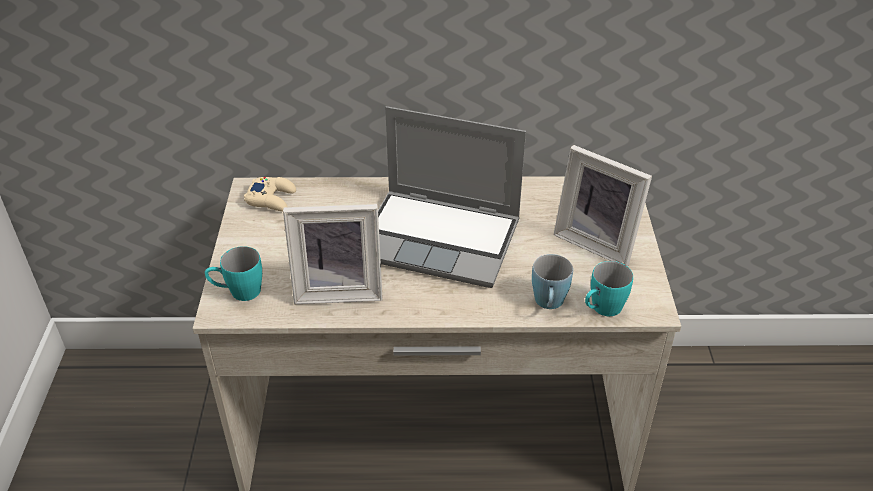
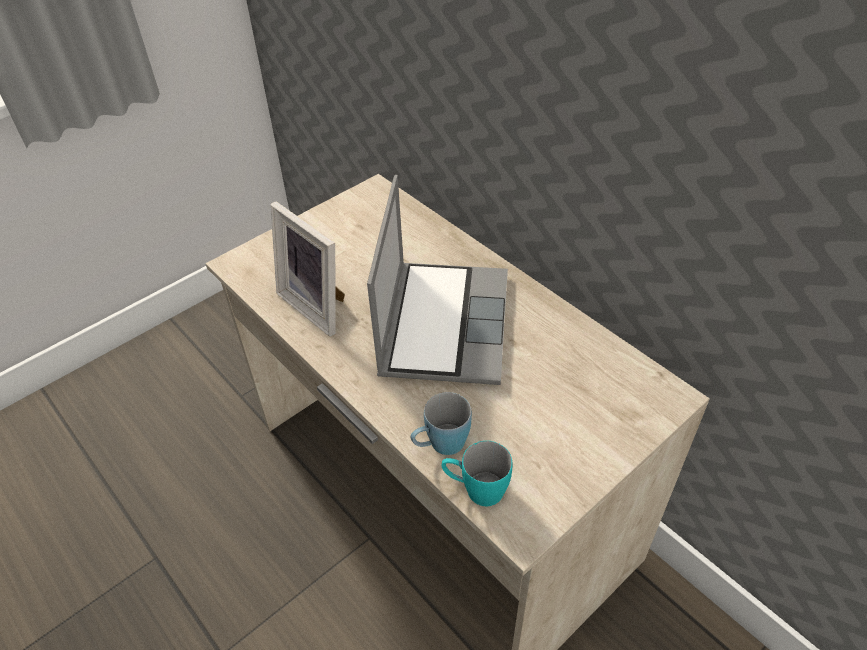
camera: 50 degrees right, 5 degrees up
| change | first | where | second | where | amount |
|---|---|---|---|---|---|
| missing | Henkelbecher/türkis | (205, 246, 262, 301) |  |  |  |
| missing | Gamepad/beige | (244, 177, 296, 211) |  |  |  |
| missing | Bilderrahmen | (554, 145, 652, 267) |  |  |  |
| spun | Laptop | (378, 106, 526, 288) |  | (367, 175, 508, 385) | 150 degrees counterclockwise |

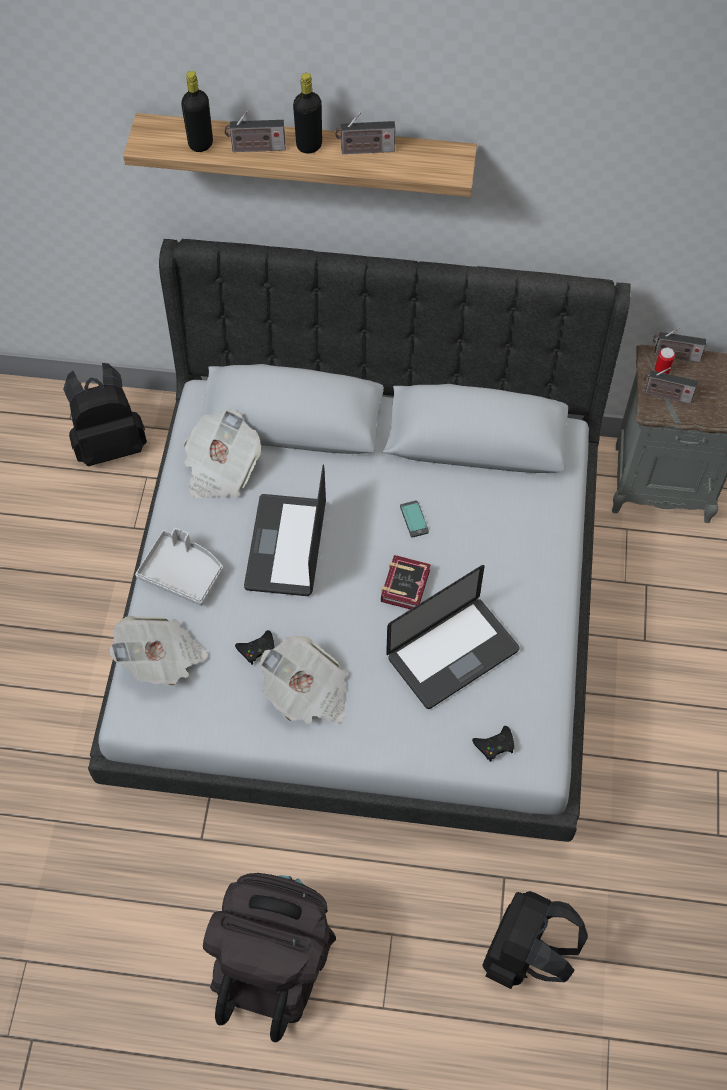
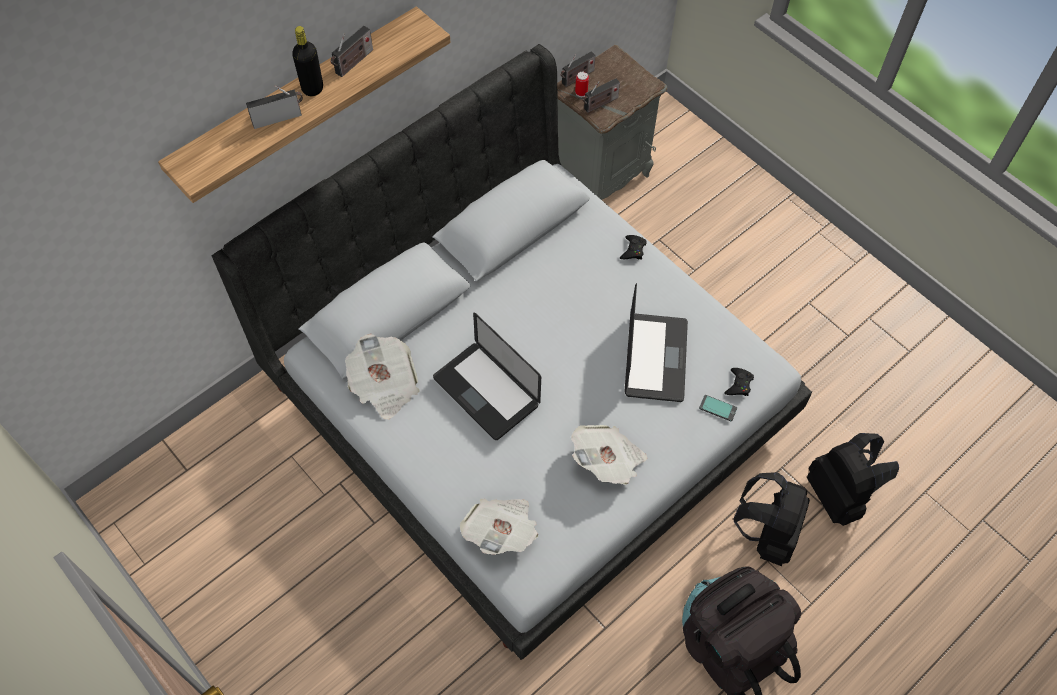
camera: 50 degrees left, 0 degrees up
| change | first | where | second | where | amount |
|---|---|---|---|---|---|
| missing | Tablett/grau | (135, 528, 223, 606) |  |  |  |
| missing | Flasche/schwarz | (181, 71, 213, 152) |  |  |  |
| missing | Buch | (381, 555, 431, 609) |  |  |  |
| relocated | Rucksack/schwarz | (63, 363, 147, 466) |  | (733, 472, 810, 566) |  |
| relocated | Gamepad/schwarz | (235, 630, 274, 665) |  | (620, 235, 647, 260) |  |
| relocated | Handy | (400, 500, 429, 538) |  | (699, 395, 737, 421) |  |
| spun | Radio | (225, 110, 285, 152) |  | (246, 85, 303, 129) | 150 degrees counterclockwise |

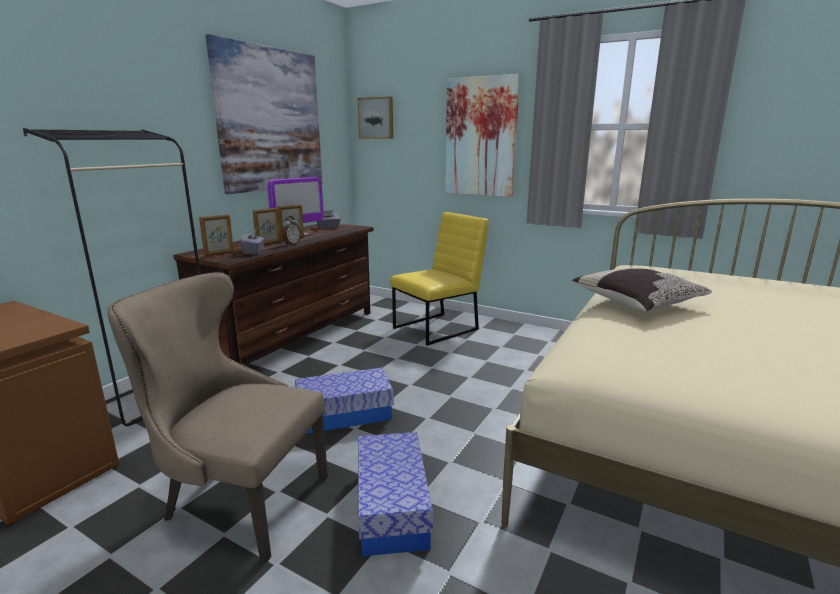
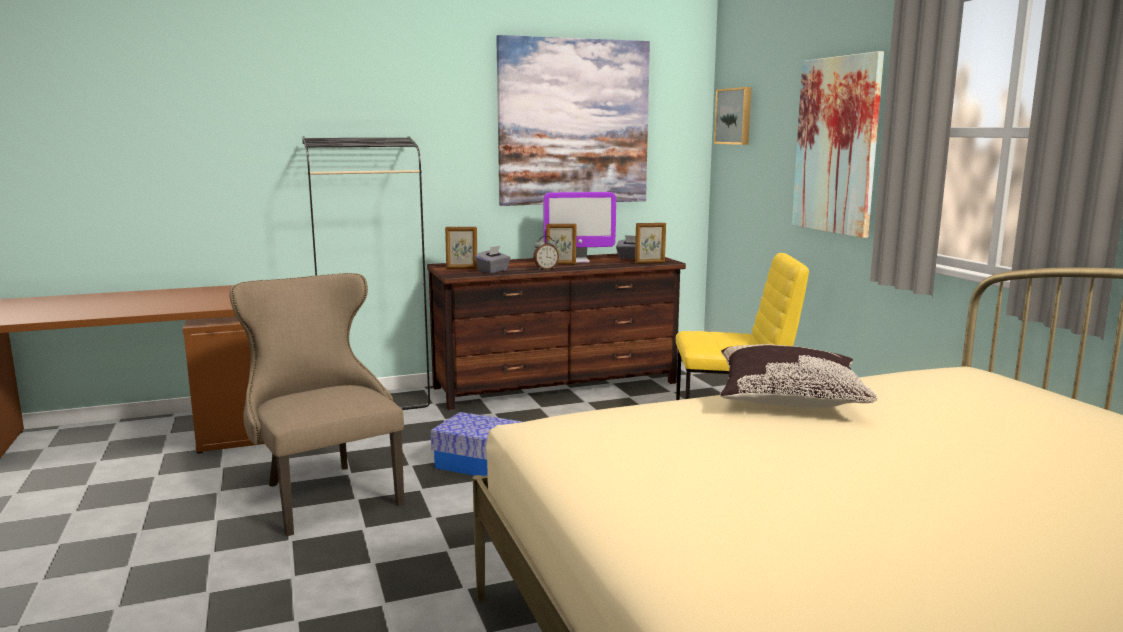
camera: 40 degrees right, 5 degrees down
| change | first | where | second | where | amount |
|---|---|---|---|---|---|
| missing | Aufbewahrungsbox | (358, 432, 433, 557) |  |  |  |
| relocated | Bilderrahmen | (253, 208, 281, 245) |  | (635, 223, 666, 264) |  |

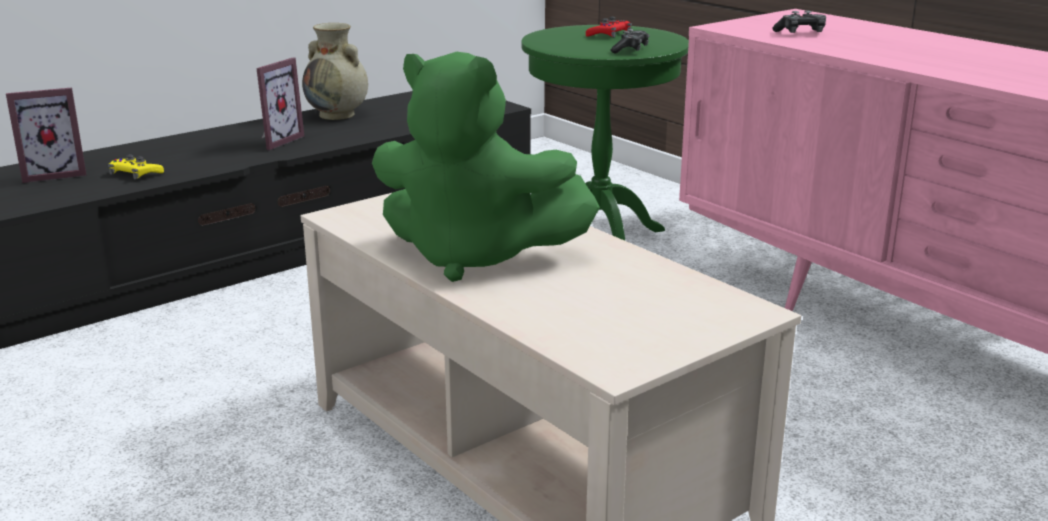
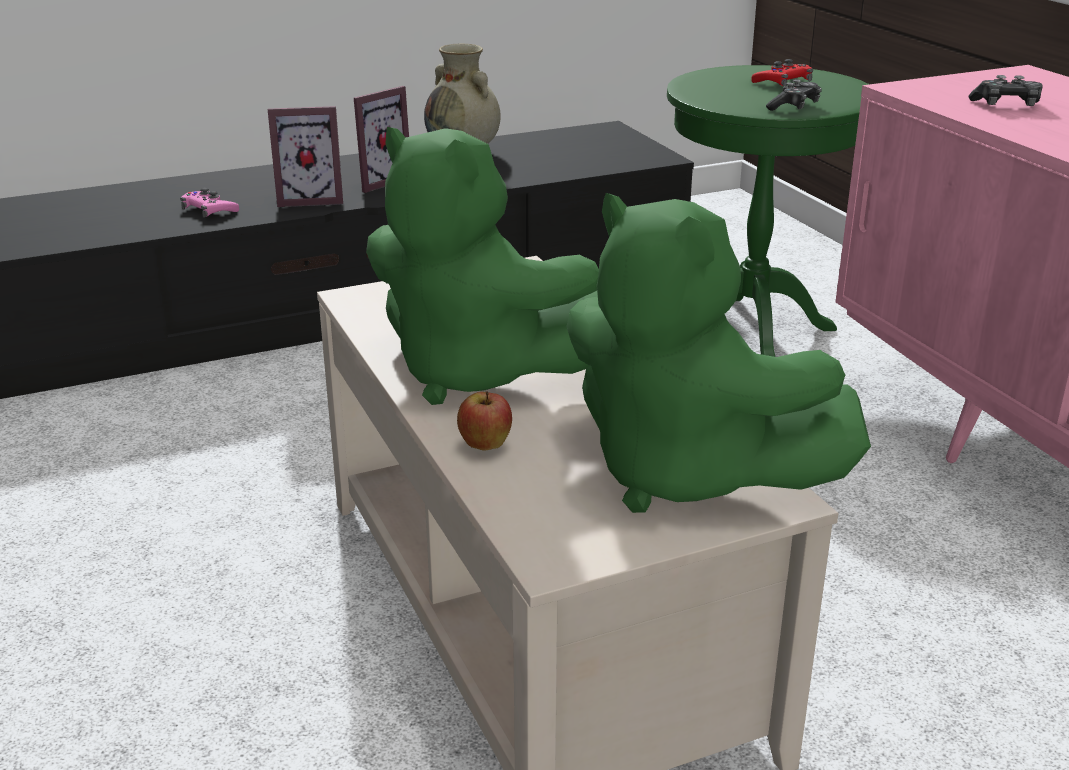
camera: 15 degrees right, 5 degrees up
| change | first | where | second | where | amount |
|---|---|---|---|---|---|
| appeared |  |  | Apfel | (457, 391, 512, 451) |  |
| appeared |  |  | Plüschtier/grün | (567, 193, 871, 513) |  |
| relocated | Bilderrahmen | (6, 88, 87, 183) |  | (268, 106, 343, 207) |  |
| colour | Gamepad/gelb | (108, 154, 164, 180) | Gamepad/rosa | (180, 188, 239, 218) |  |

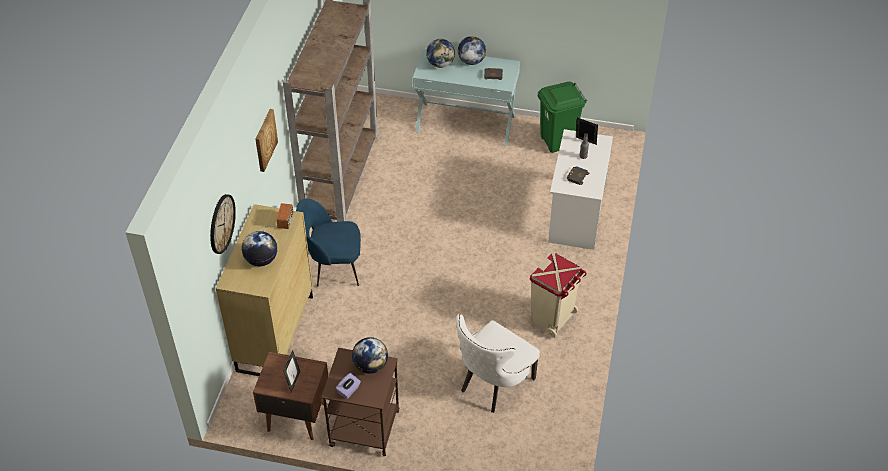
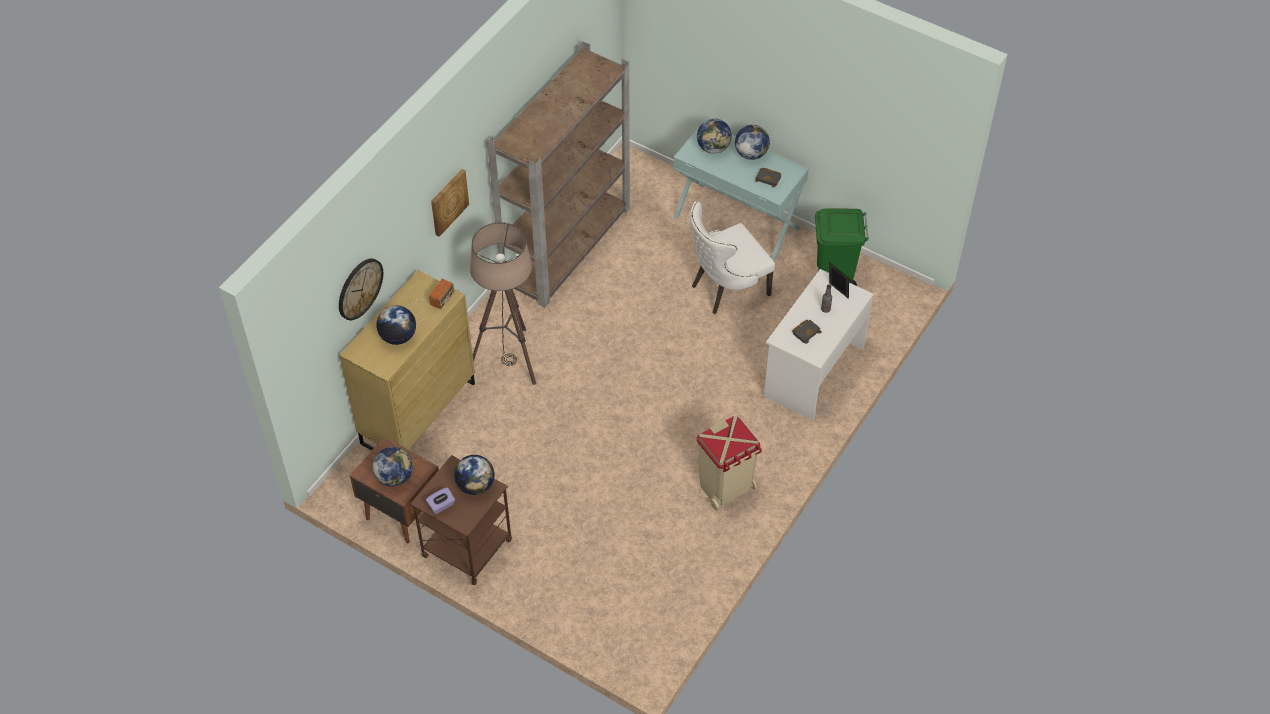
camera: 20 degrees right, 5 degrees up
| change | first | where | second | where | amount |
|---|---|---|---|---|---|
| relocated | Stuhl/weiß | (456, 314, 540, 413) |  | (690, 201, 775, 314) |  |
| exchanged | Bilderrahmen | (283, 350, 300, 392) | Globus | (373, 447, 413, 486) |  |
| exchanged | Stuhl/blau | (296, 199, 361, 287) | Stehlampe | (470, 222, 536, 385) |  |

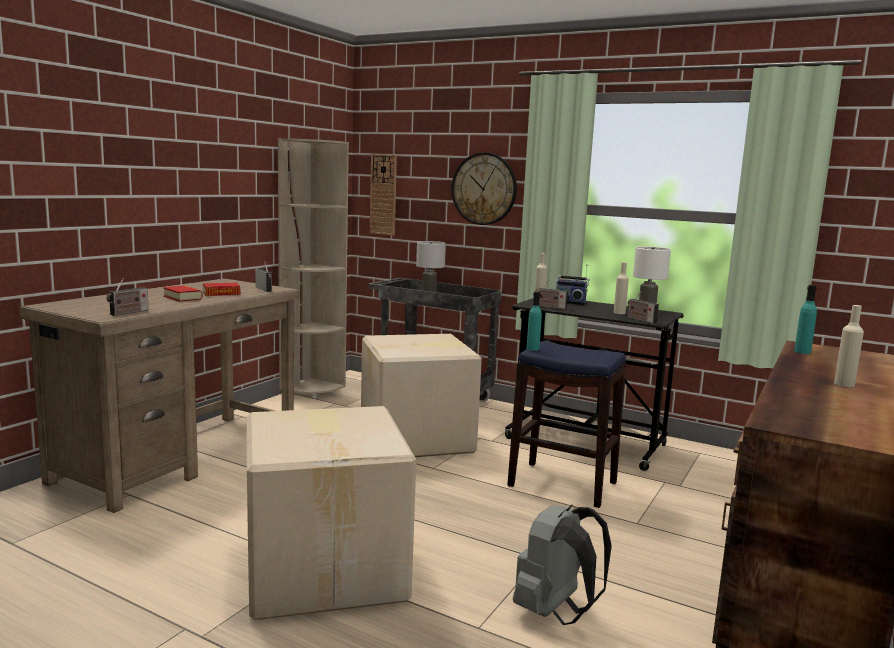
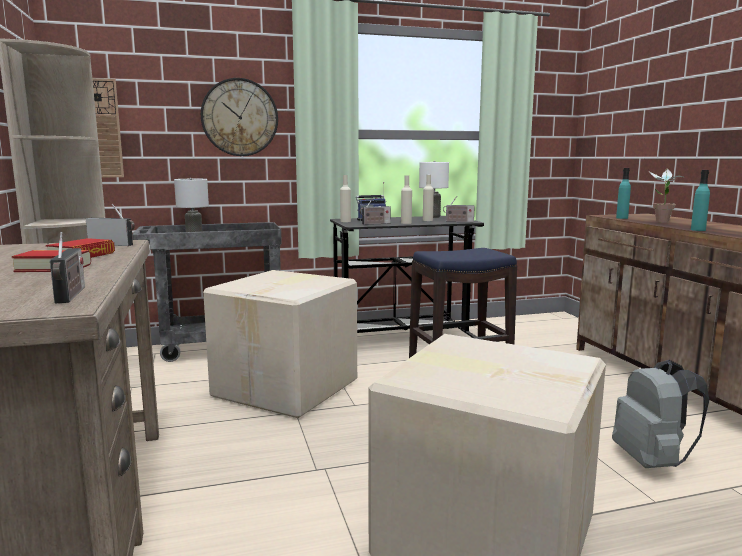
camera: 45 degrees left, 0 degrees up
| change | first | where | second | where | amount |
|---|---|---|---|---|---|
| appeared |  |  | Topfpflanze | (650, 169, 685, 223) |  |
| relocated | Flasche/türkis | (527, 292, 542, 351) |  | (691, 170, 710, 231) |  |
| relocated | Flasche/beige | (834, 305, 864, 387) |  | (401, 175, 412, 224) |  |

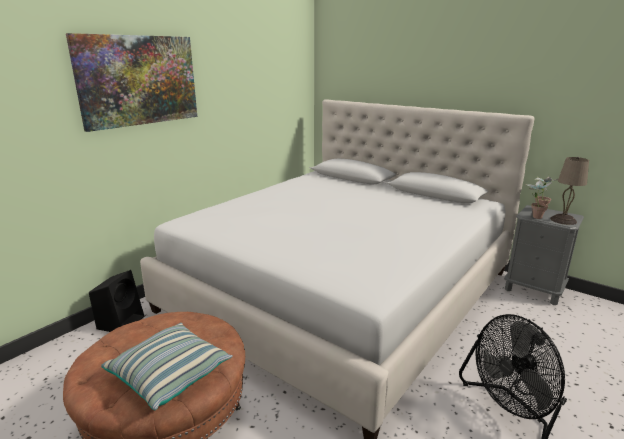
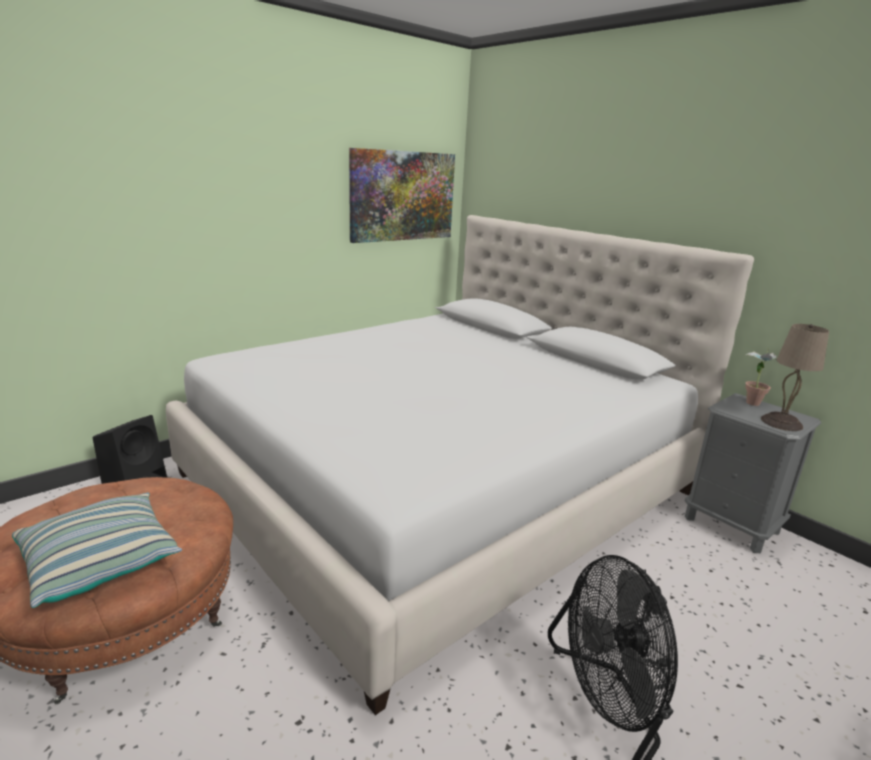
camera: 10 degrees right, 0 degrees up
| change | first | where | second | where | amount |
|---|---|---|---|---|---|
| missing | Topfpflanze | (526, 180, 552, 219) |  |  |  |
| relocated | Bild | (66, 33, 197, 132) |  | (349, 148, 455, 243) |  |

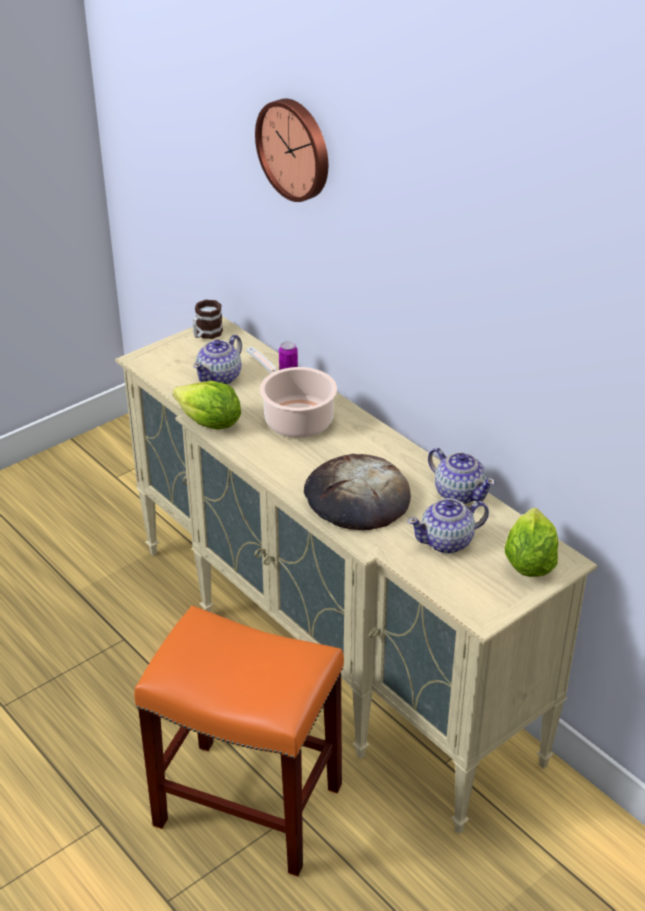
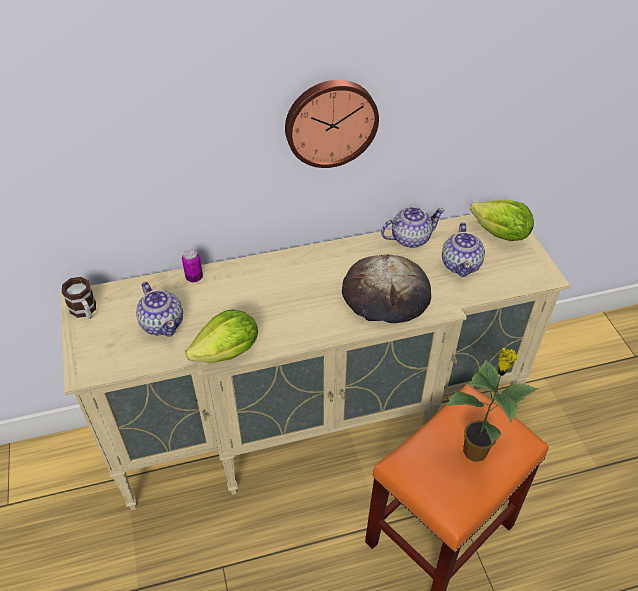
camera: 65 degrees left, 10 degrees up
| change | first | where | second | where | amount |
|---|---|---|---|---|---|
| missing | Kochtopf | (246, 347, 337, 438) |  |  |  |
| appeared |  |  | Topfpflanze | (446, 348, 539, 462) |  |
| relocated | Wanduhr | (255, 99, 328, 202) |  | (285, 80, 379, 168) |  |

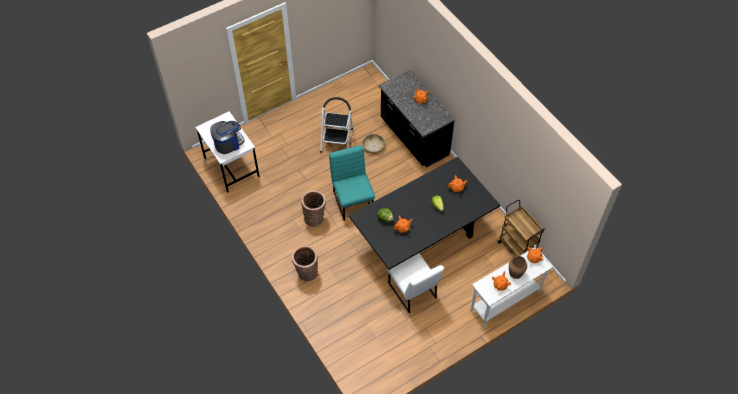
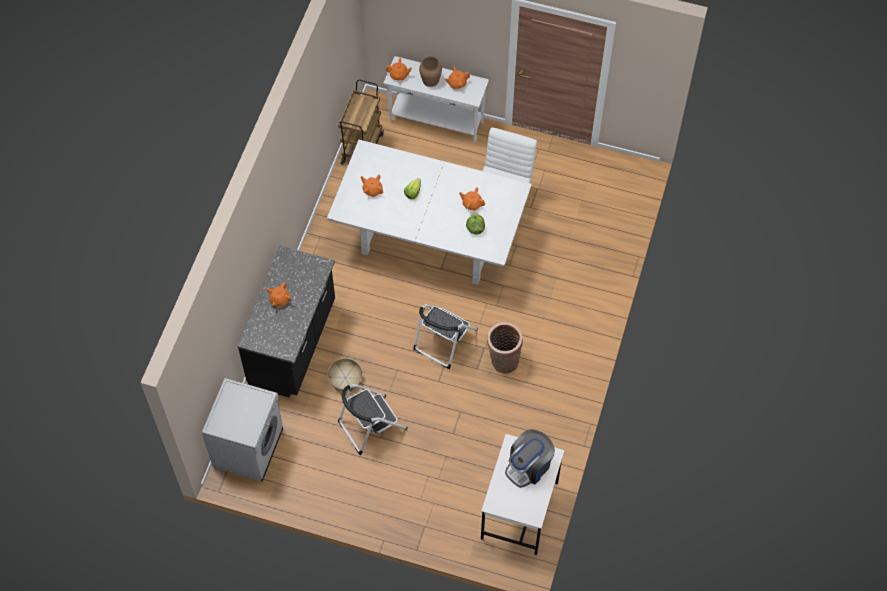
camera: 130 degrees left, 5 degrees up
| change | first | where | second | where | amount |
|---|---|---|---|---|---|
| missing | Korb | (292, 246, 318, 281) |  |  |  |
| appeared |  |  | Waschmaschine/weiß | (202, 378, 283, 482) |  |
| exchanged | Stuhl/türkis | (329, 145, 375, 221) | Trittleiter | (413, 304, 478, 369) |  |
| colour | Esstisch/schwarz | (349, 157, 500, 270) | Esstisch/weiß | (327, 139, 532, 285) |  |
| spun | Kaffeemaschine | (210, 121, 245, 154) |  | (505, 429, 555, 488) | 60 degrees counterclockwise |

